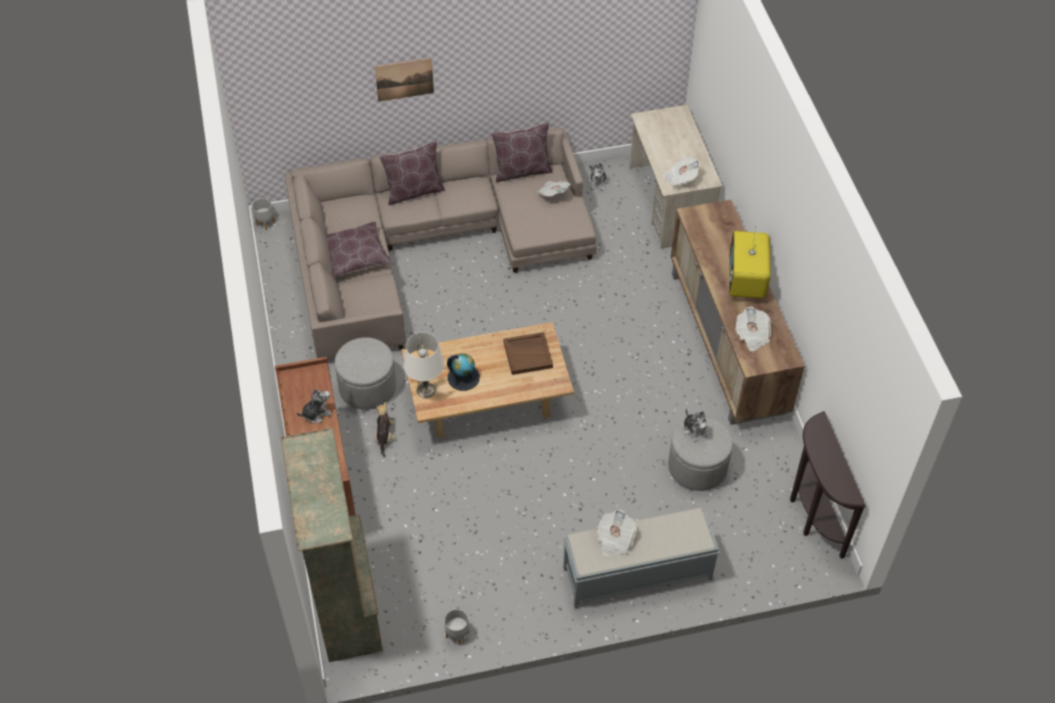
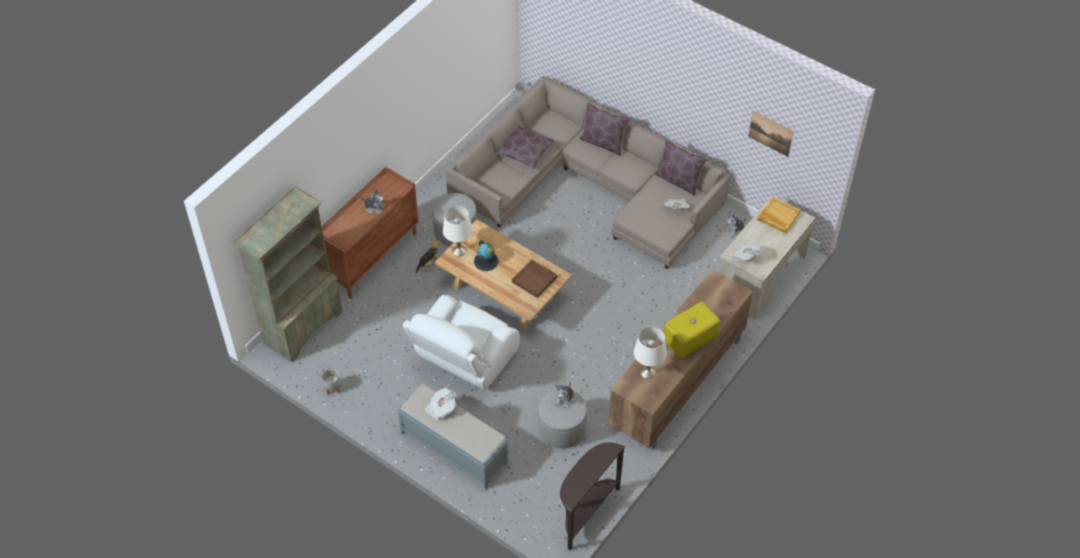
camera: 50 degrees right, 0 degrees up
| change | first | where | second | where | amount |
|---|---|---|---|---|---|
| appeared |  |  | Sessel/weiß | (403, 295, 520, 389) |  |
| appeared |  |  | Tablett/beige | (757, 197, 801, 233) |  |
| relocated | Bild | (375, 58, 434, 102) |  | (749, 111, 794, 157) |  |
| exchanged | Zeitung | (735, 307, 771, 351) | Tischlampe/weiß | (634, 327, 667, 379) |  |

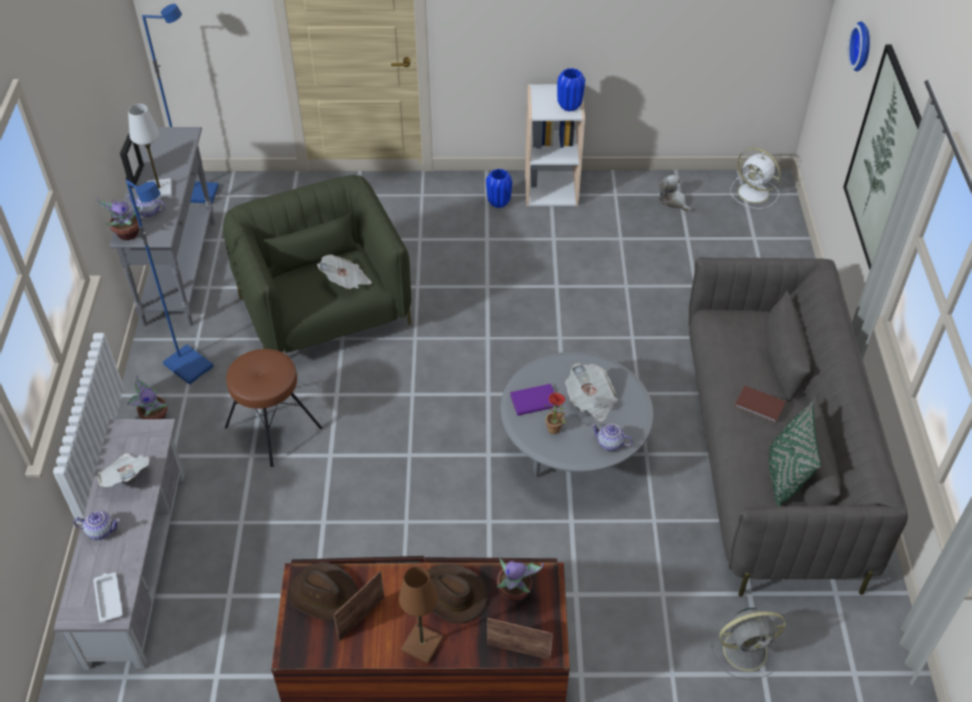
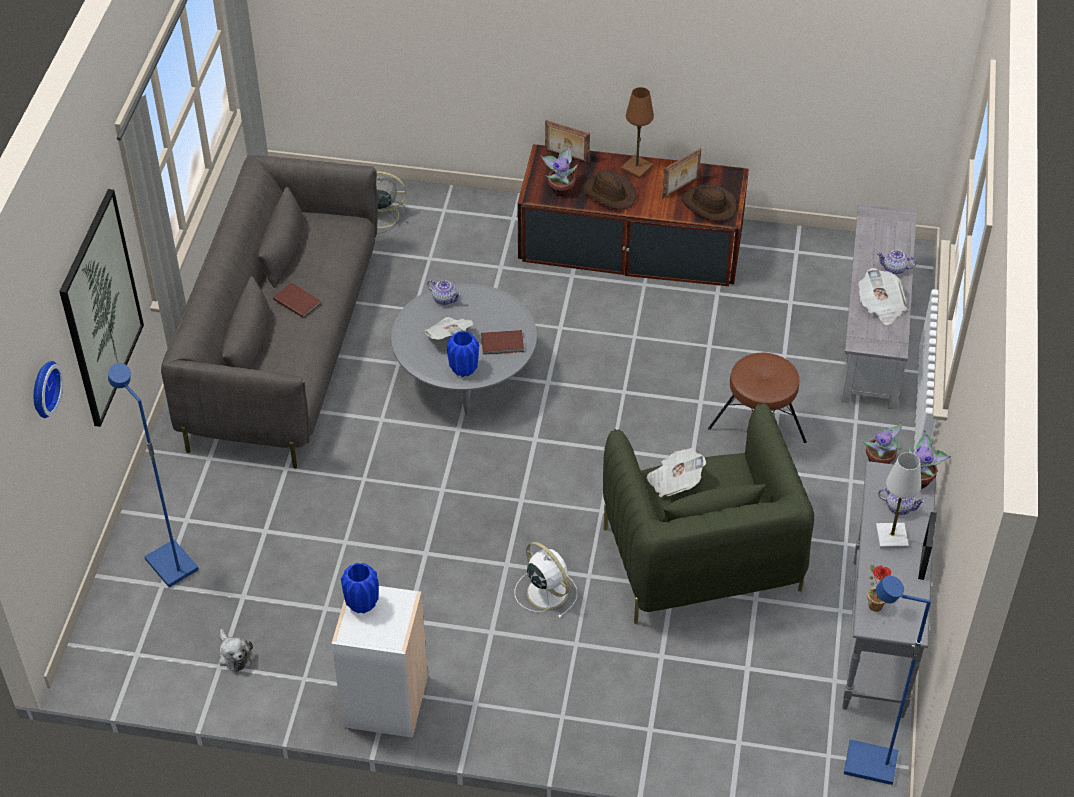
camera: 170 degrees left, 0 degrees up
| change | first | where | second | where | amount |
|---|---|---|---|---|---|
| missing | Tablett/weiß | (93, 572, 123, 622) |  |  |  |
| missing | Kissen/grün | (769, 402, 821, 506) |  |  |  |
| relocated | Stehlampe/blau | (126, 180, 214, 385) |  | (108, 363, 199, 588) |  |
| relocated | Vase/blau | (486, 169, 512, 208) |  | (447, 331, 479, 377) |  |
| relocated | Topfpflanze | (543, 393, 567, 434) |  | (867, 564, 891, 612) |  |
| relocated | Ventilator/weiß | (730, 148, 781, 209) |  | (514, 542, 577, 618) |  |
| colour | Buch/lila | (510, 384, 559, 416) | Buch/braun | (481, 330, 524, 355) |  |

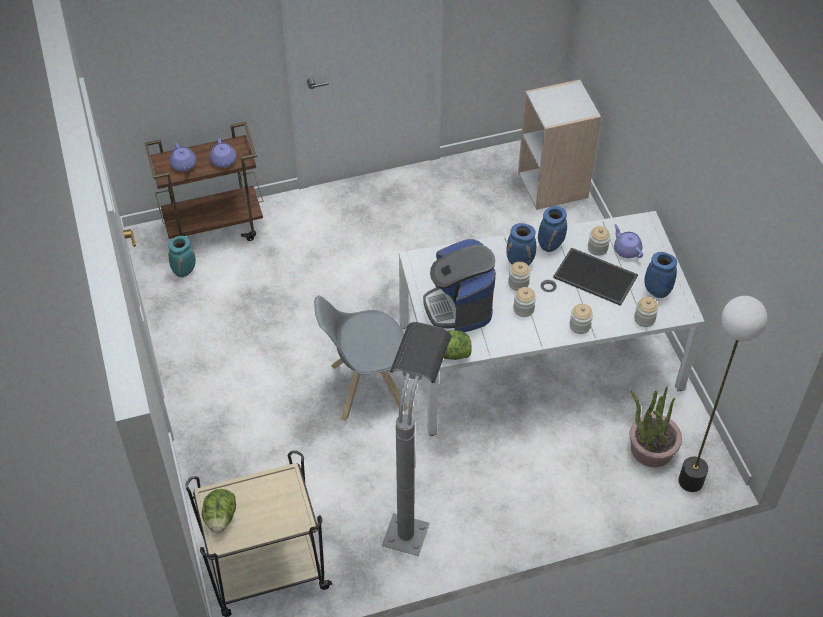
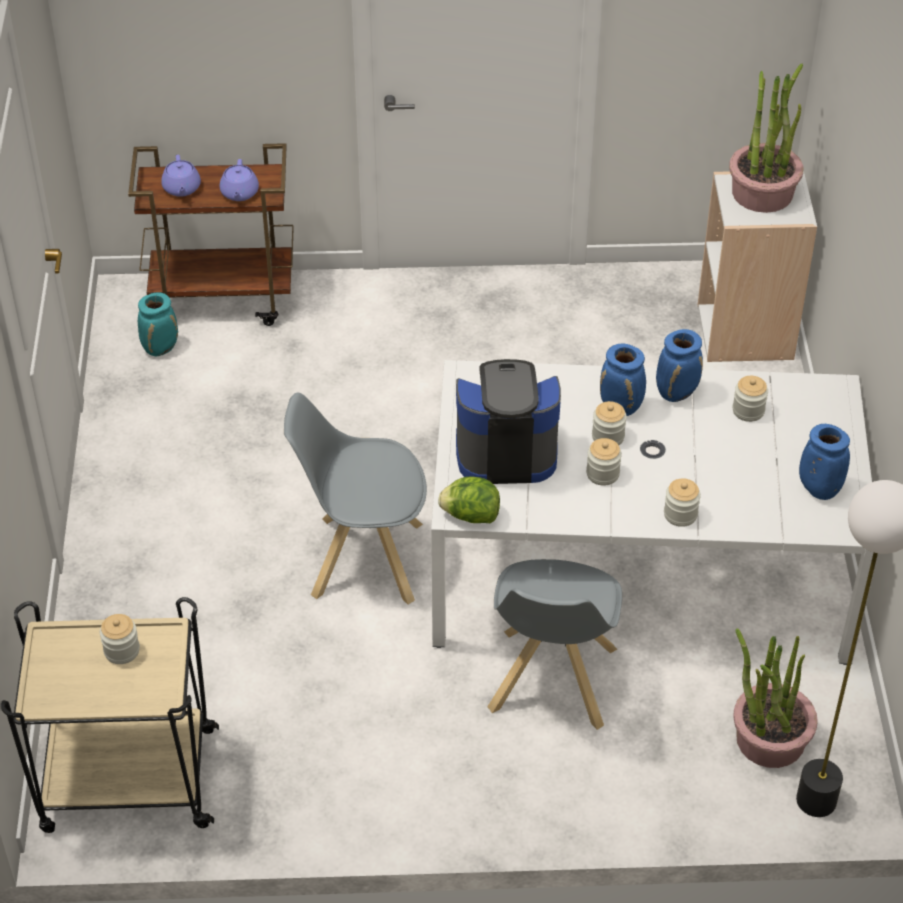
camera: 15 degrees right, 5 degrees down
| change | first | where | second | where | amount |
|---|---|---|---|---|---|
| missing | Salatkopf | (202, 489, 236, 533) |  |  |  |
| missing | Stehlampe/grau | (382, 322, 451, 556) |  |  |  |
| missing | Tablett | (553, 248, 638, 306) |  |  |  |
| missing | Teekanne/lila | (614, 224, 643, 258) |  |  |  |
| appeared |  |  | Stuhl/grau | (488, 559, 622, 730) |  |
| appeared |  |  | Topfpflanze | (729, 63, 804, 213) |  |
| relocated | Vorratsglas | (634, 297, 659, 327) |  | (100, 614, 140, 664) |  |
| spun | Kaffeemaschine | (423, 239, 496, 332) |  | (456, 359, 561, 484) | 90 degrees clockwise |

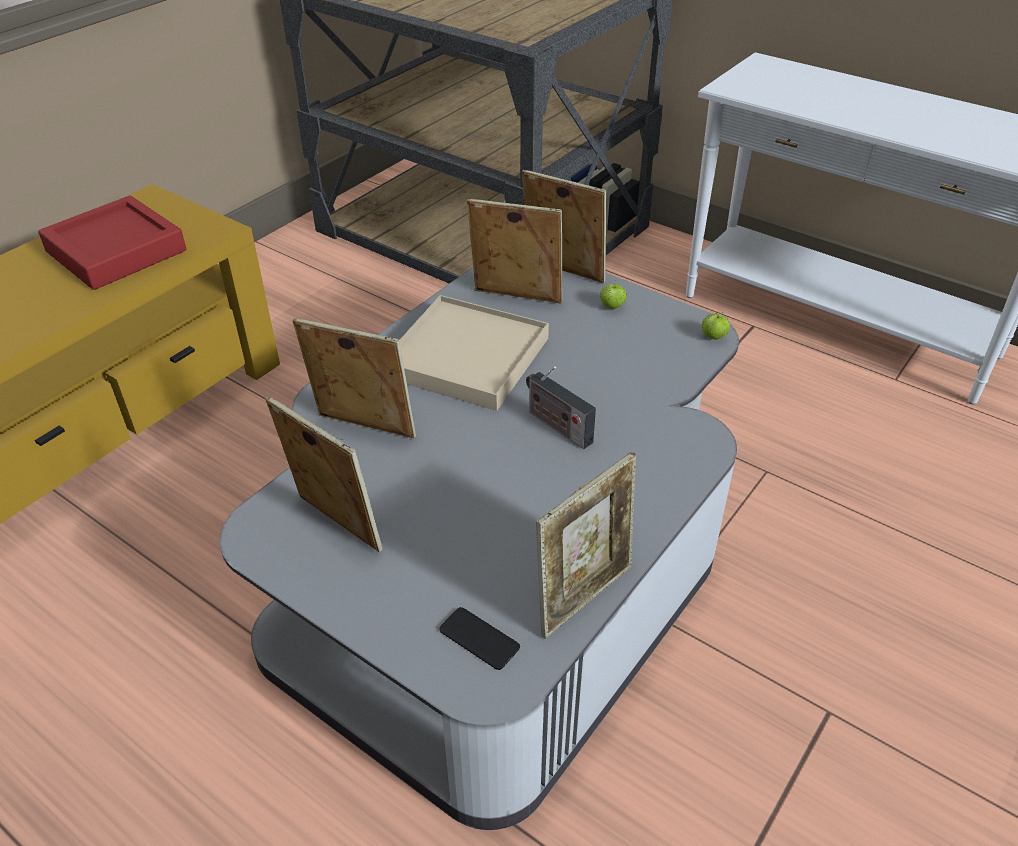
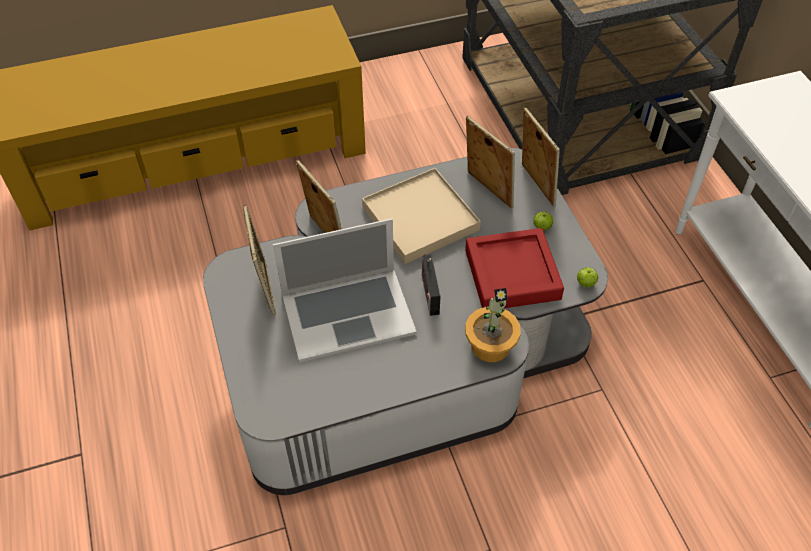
camera: 35 degrees right, 10 degrees up
| change | first | where | second | where | amount |
|---|---|---|---|---|---|
| missing | Handy | (439, 607, 520, 670) |  |  |  |
| missing | Bilderrahmen | (536, 452, 636, 639) |  |  |  |
| appeared |  |  | Laptop | (273, 218, 417, 363) |  |
| appeared |  |  | Topfpflanze | (465, 288, 521, 362) |  |
| relocated | Tablett/rot | (38, 195, 186, 290) |  | (465, 228, 564, 309) |  |

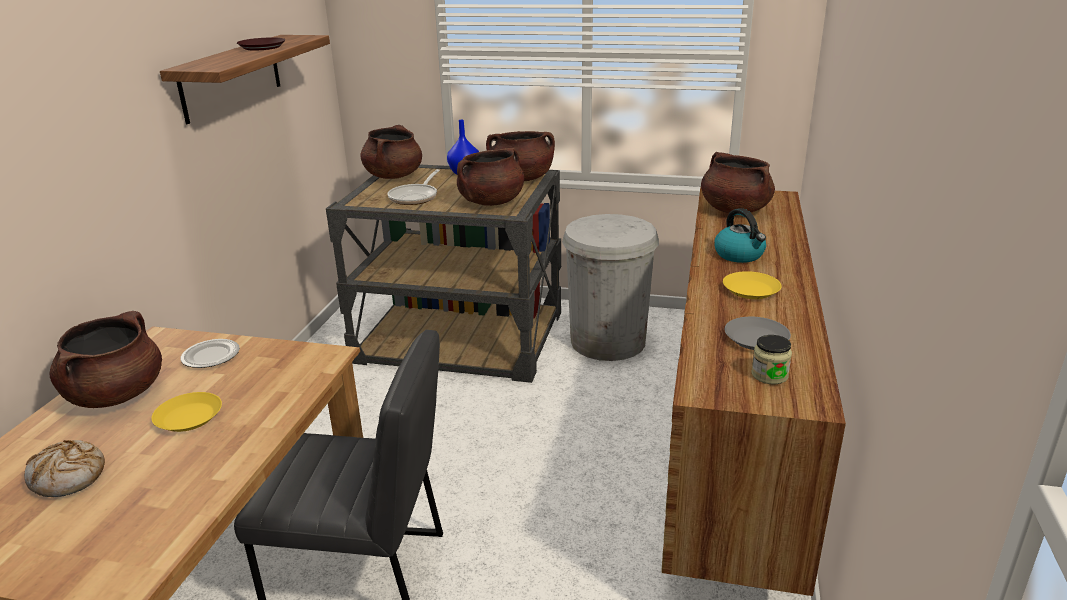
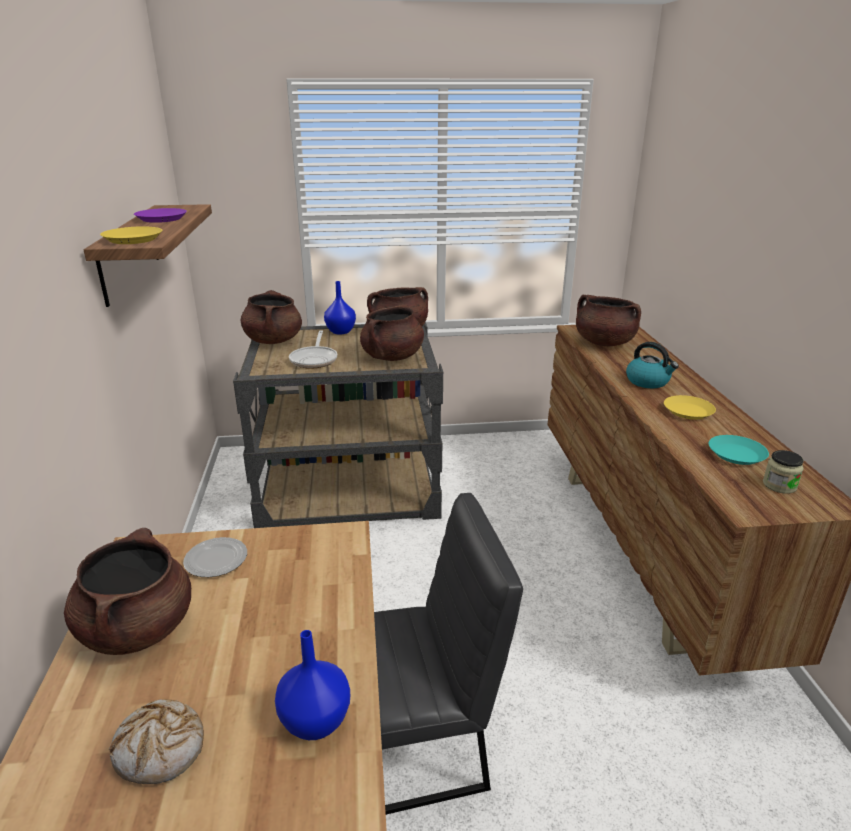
camera: 20 degrees left, 0 degrees up
| change | first | where | second | where | amount |
|---|---|---|---|---|---|
| missing | Mülleimer/weiß | (562, 214, 659, 361) |  |  |  |
| appeared |  |  | Vase/blau | (275, 630, 350, 740) |  |
| relocated | Teller/gelb | (151, 392, 222, 432) |  | (100, 226, 162, 244) |  |
| colour | Teller/braun | (237, 37, 285, 50) | Teller/lila | (134, 208, 187, 223) |  |
| colour | Teller/grau | (725, 317, 791, 350) | Teller/türkis | (709, 435, 769, 465) |  |

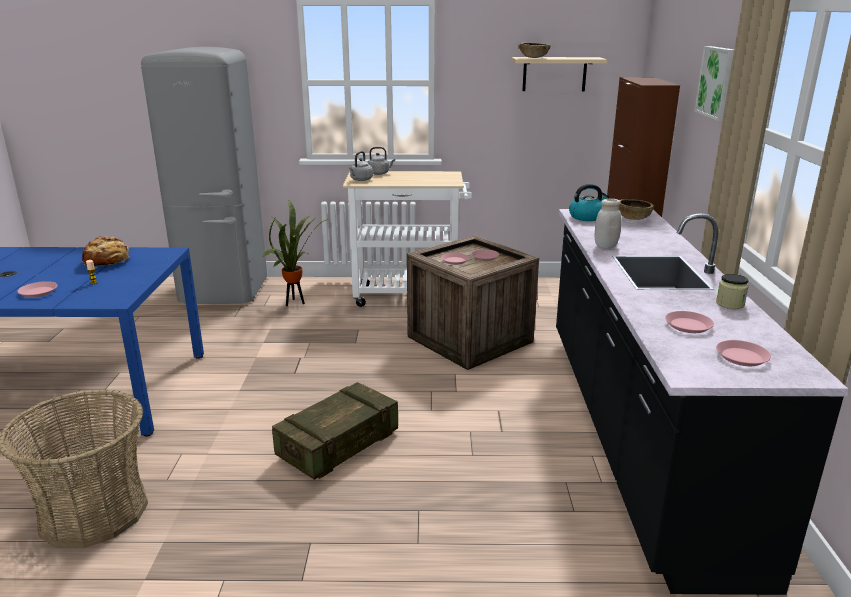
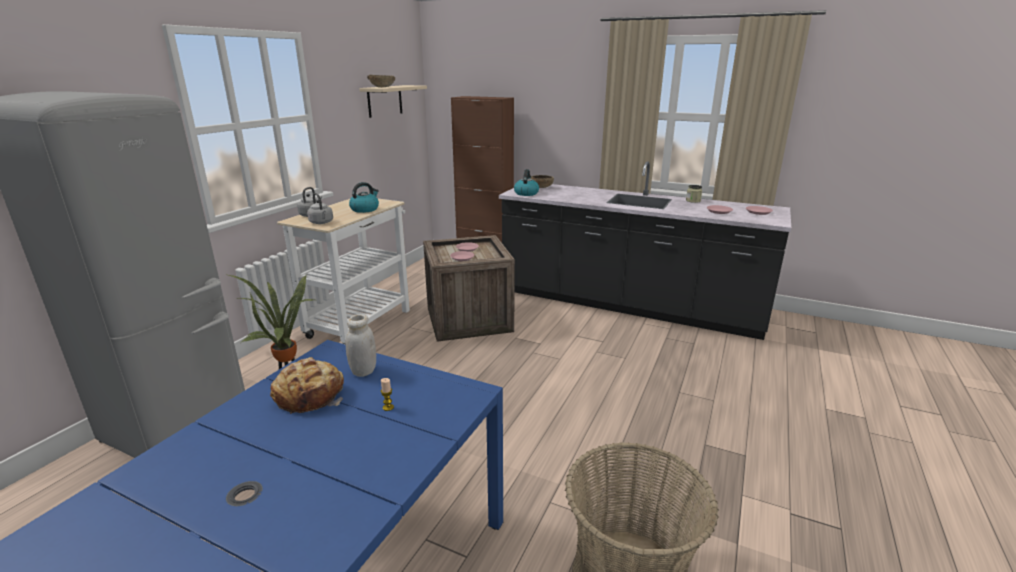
camera: 65 degrees left, 0 degrees up
| change | first | where | second | where | amount |
|---|---|---|---|---|---|
| missing | Teller/rosa | (17, 281, 58, 298) |  |  |  |
| missing | Kiste | (272, 382, 398, 480) |  |  |  |
| missing | Bild | (694, 46, 734, 121) |  |  |  |
| appeared |  |  | Wasserkessel | (349, 182, 379, 213) |  |
| relocated | Vorratsglas/weiß | (595, 199, 622, 248) |  | (346, 314, 376, 377) |  |

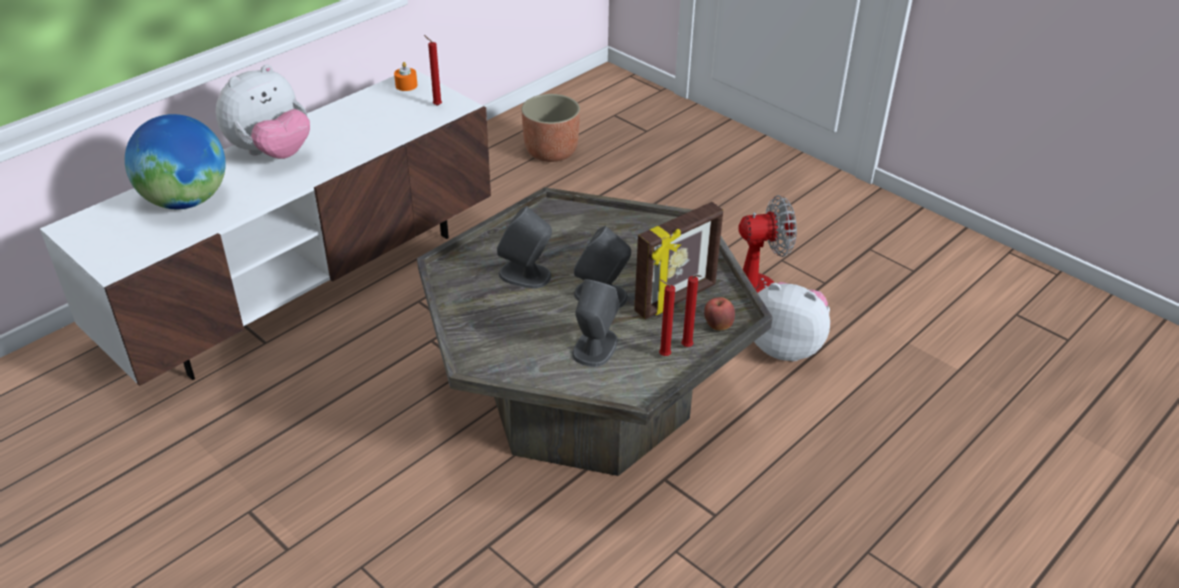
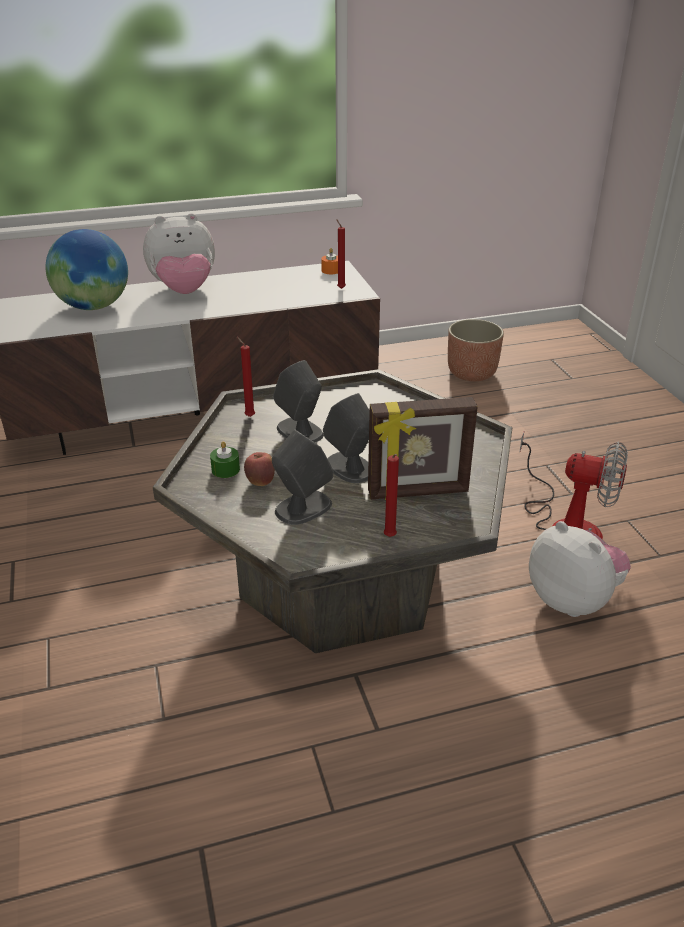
camera: 30 degrees right, 5 degrees down
| change | first | where | second | where | amount |
|---|---|---|---|---|---|
| appeared |  |  | Kerze/grün | (210, 441, 240, 478) |  |
| relocated | Kerze/rot | (659, 279, 675, 356) |  | (237, 337, 255, 417) |  |
| relocated | Apfel | (704, 297, 735, 331) |  | (244, 452, 275, 486) |  |

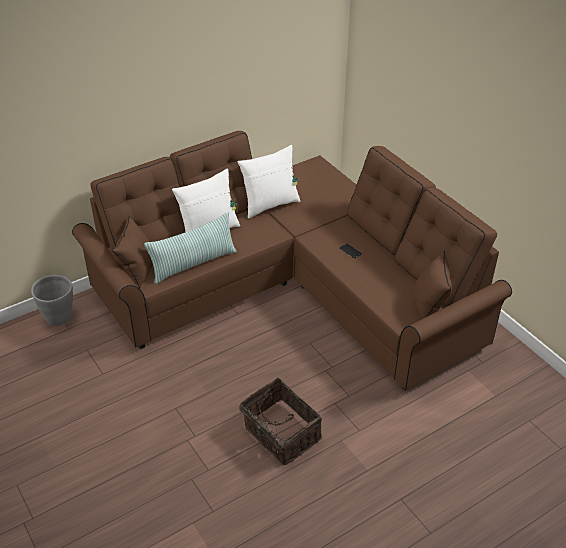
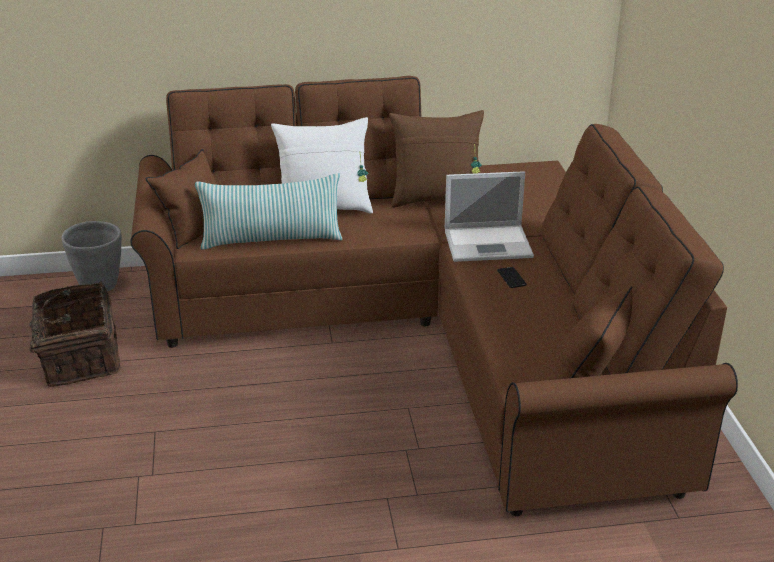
camera: 25 degrees right, 10 degrees down
| change | first | where | second | where | amount |
|---|---|---|---|---|---|
| appeared |  |  | Laptop | (445, 171, 534, 262) |  |
| relocated | Korb | (239, 377, 322, 465) |  | (12, 283, 121, 387) |  |
| colour | Kissen/weiß | (238, 145, 300, 219) | Kissen/braun | (389, 110, 484, 208) |  |

